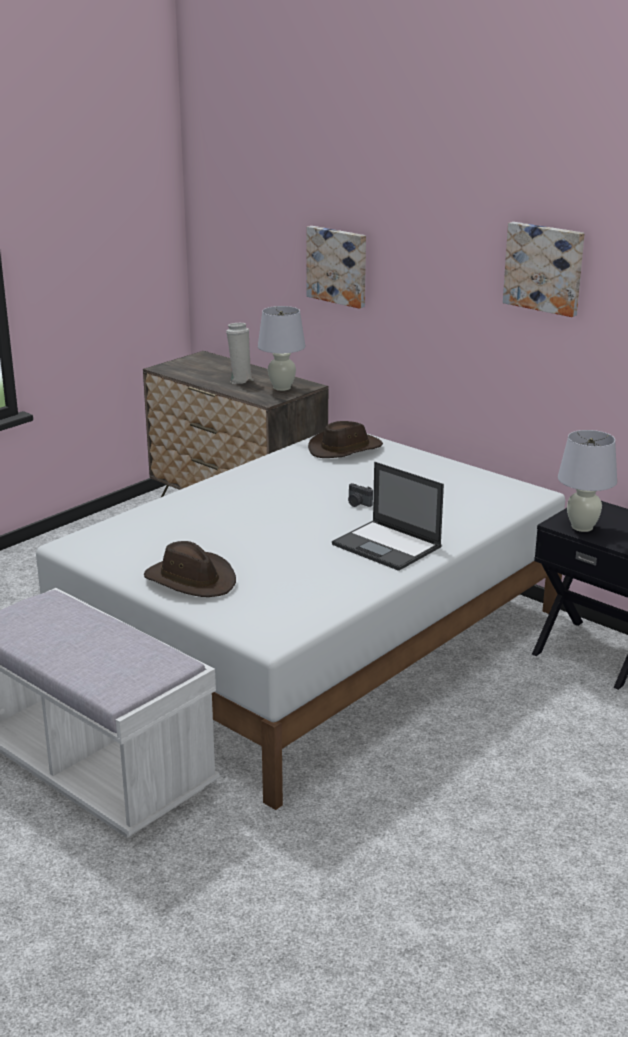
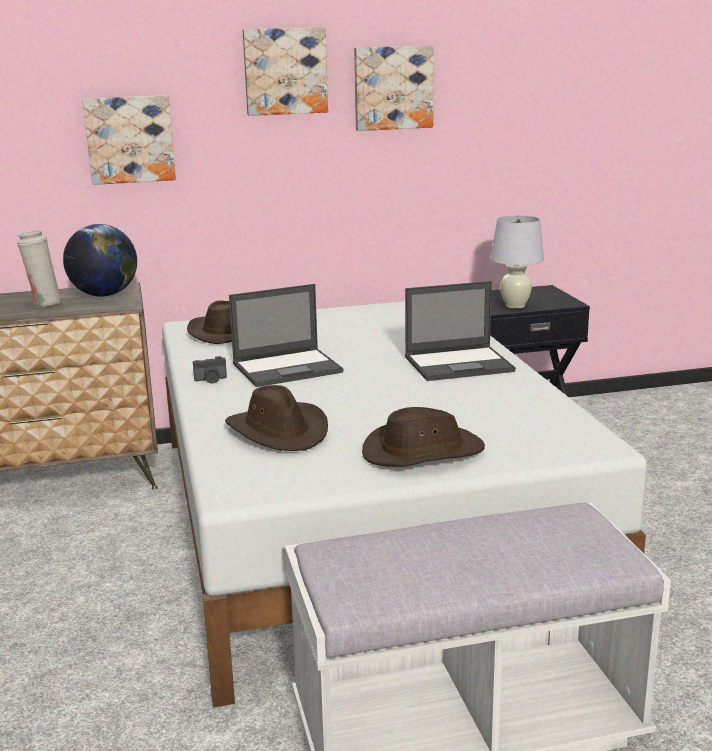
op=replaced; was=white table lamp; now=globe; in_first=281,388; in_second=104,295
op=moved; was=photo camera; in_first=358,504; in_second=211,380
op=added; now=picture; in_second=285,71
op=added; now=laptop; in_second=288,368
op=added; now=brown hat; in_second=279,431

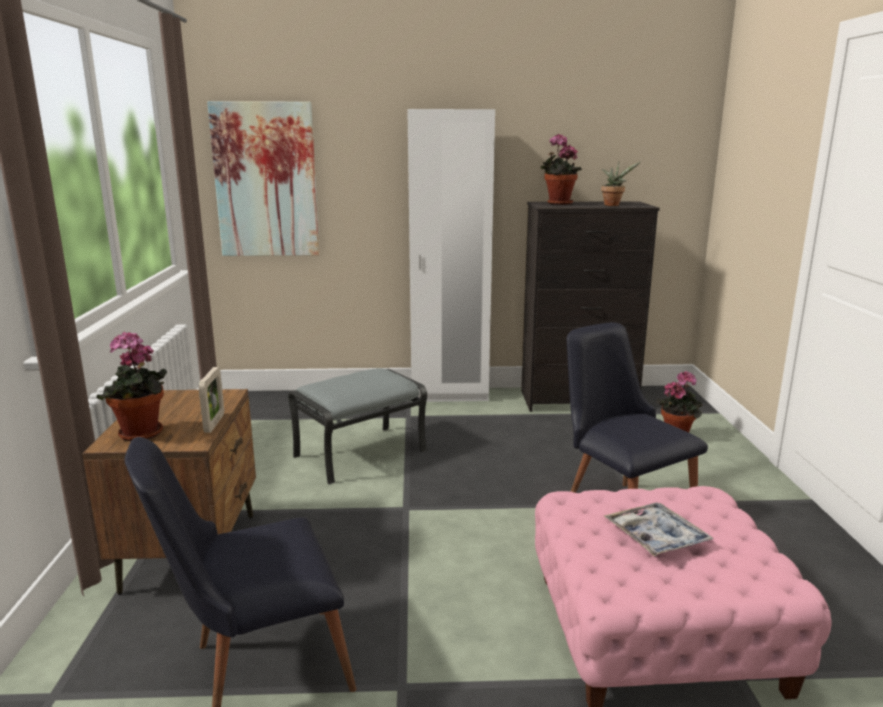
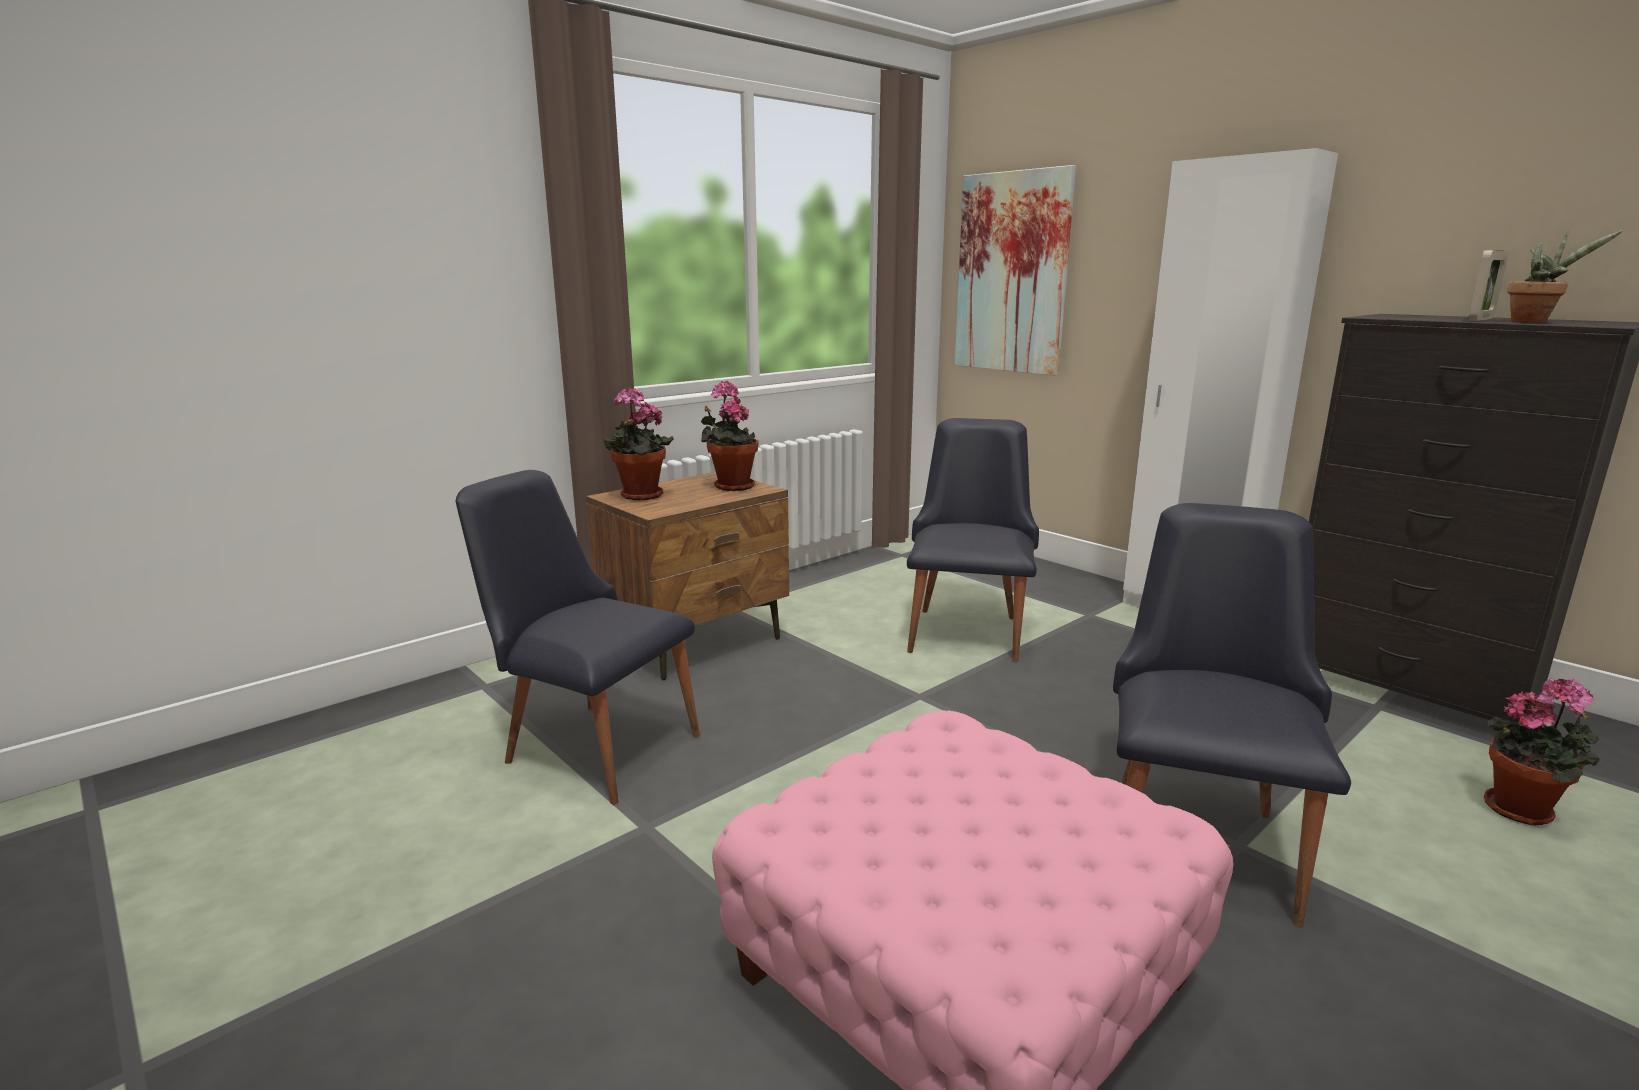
op=moved; was=potted plant; in_first=557,204; in_second=731,486
op=moved; was=picture frame; in_first=214,423; in_second=1480,319
op=replaced; was=grey ottoman; now=black chair; in_first=360,453; in_second=968,629
op=removed; was=tray; in_first=656,537

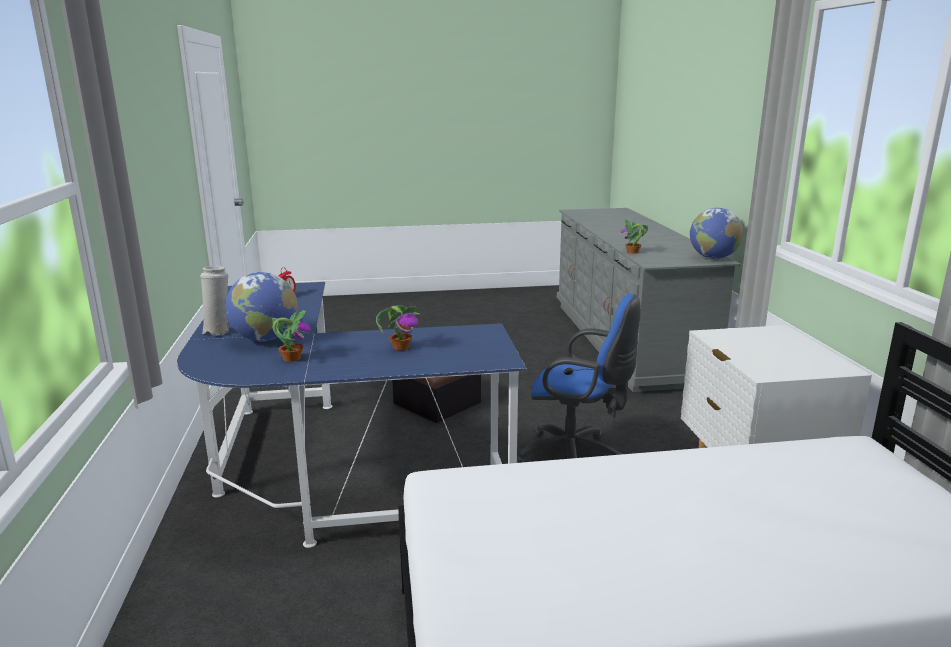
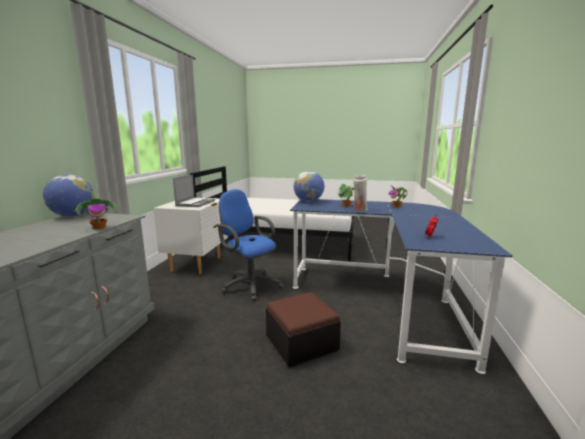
op=moved; was=white vase; in_first=218,331; in_second=359,209
op=moved; was=globe; in_first=265,339; in_second=308,201
op=added; now=laptop; in_second=195,203

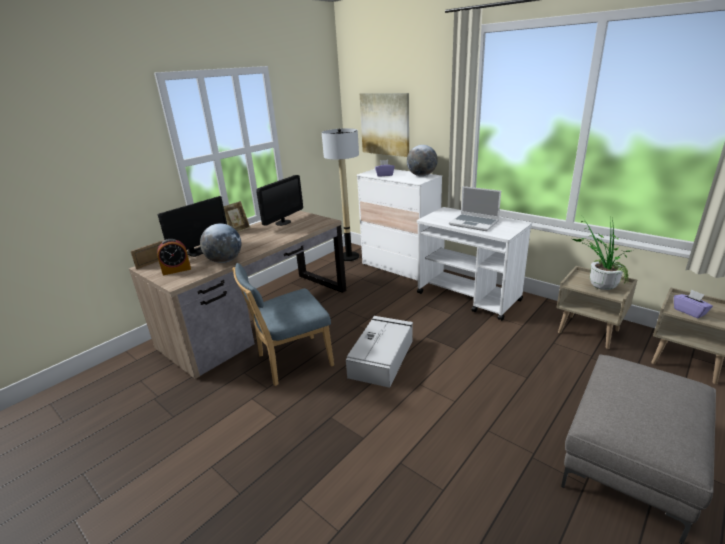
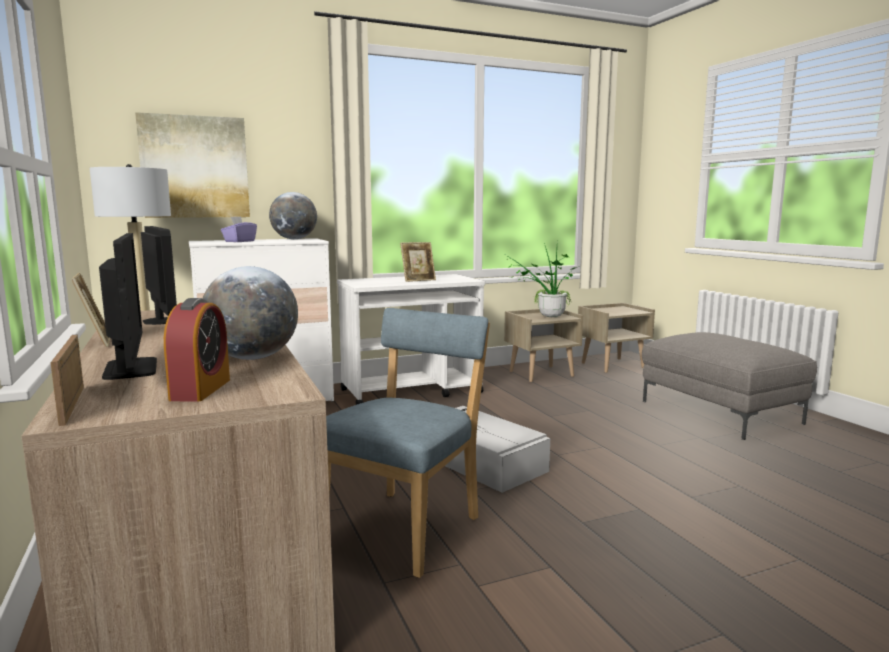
op=replaced; was=laptop; now=picture frame; in_first=474,223; in_second=418,280
op=turned; was=blue chair; in_first=291,361; in_second=407,527; clockwise=-150
op=removed; was=purple tissue box; in_first=689,312

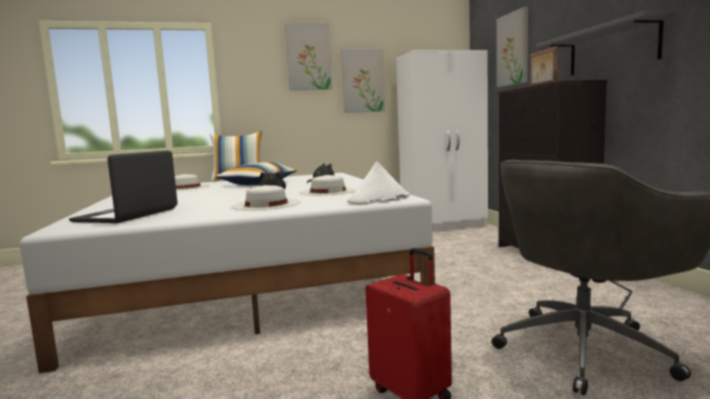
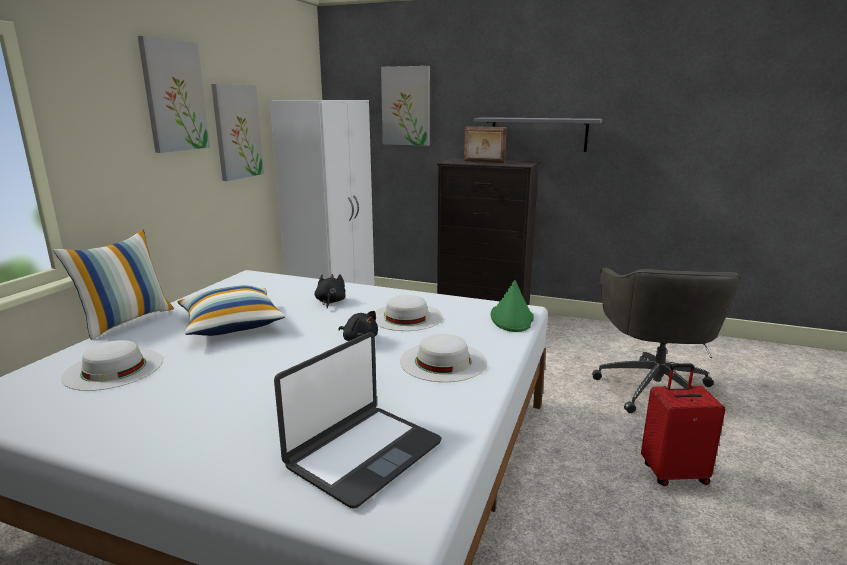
op=turned; was=laptop; in_first=128,215; in_second=363,454; clockwise=-105
op=recoloured; was=white hat; now=green hat; in_first=379,199; in_second=512,318

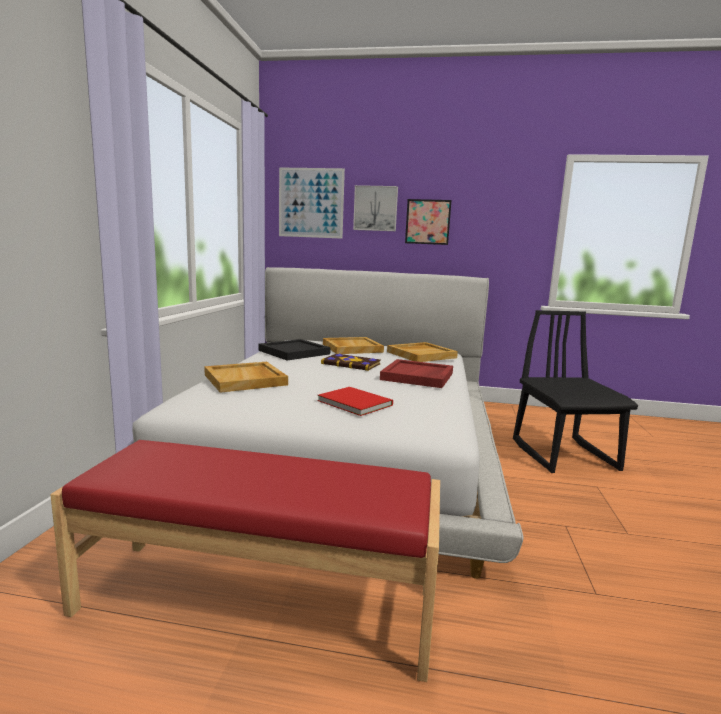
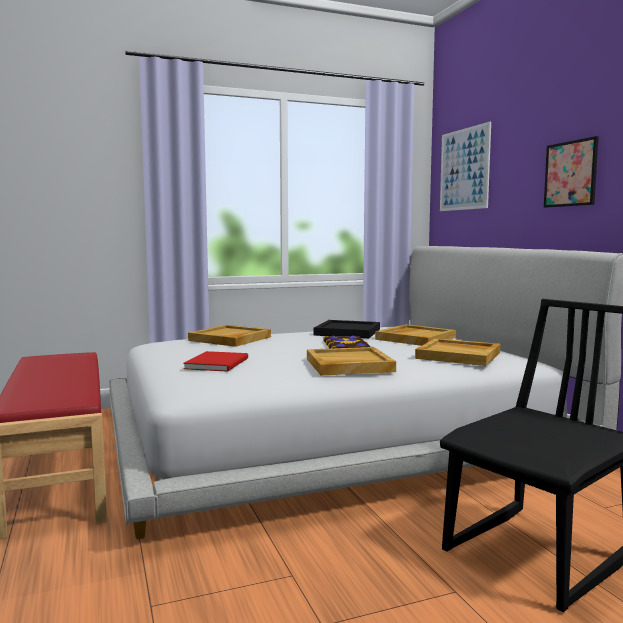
op=removed; was=picture; in_first=375,208
op=recoloured; was=red tray; now=beige tray; in_first=418,376; in_second=348,365

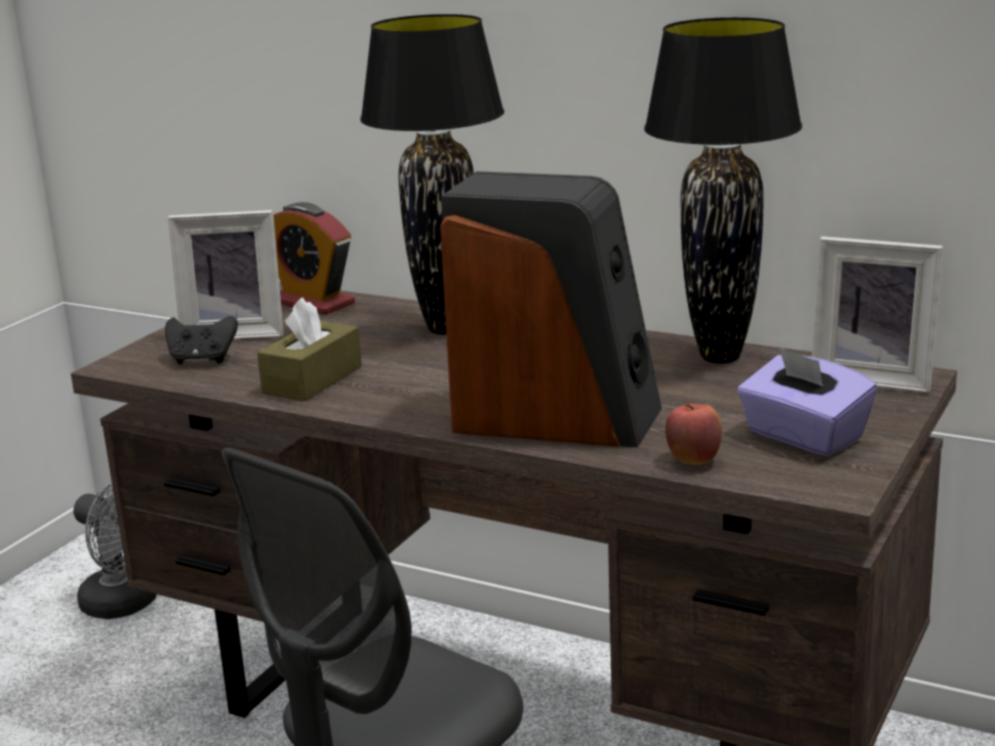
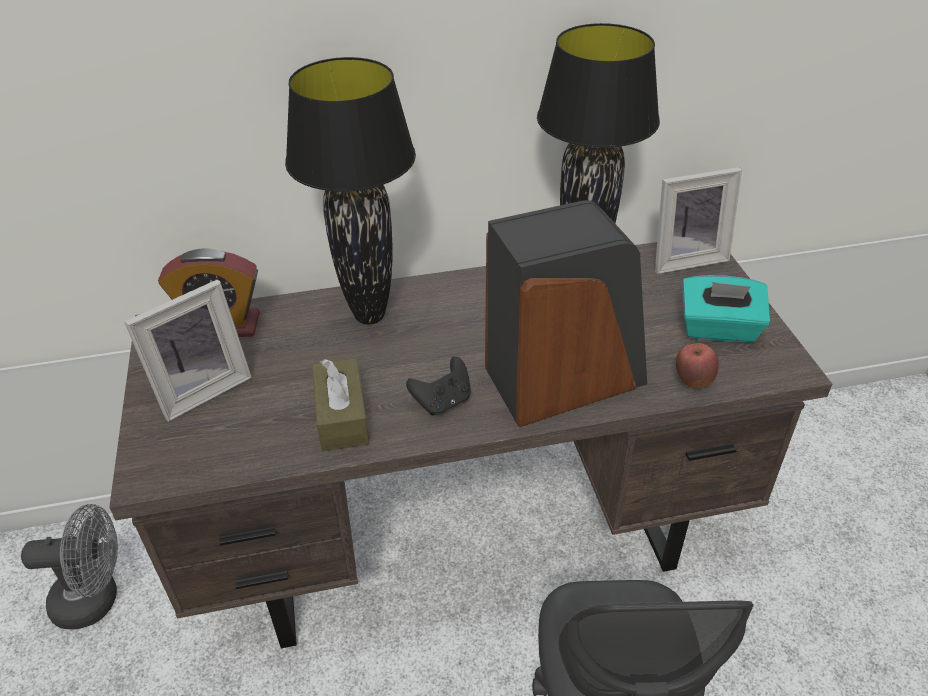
op=moved; was=black game controller; in_first=202,360; in_second=443,402
op=recoloured; was=purple tissue box; now=turquoise tissue box; in_first=803,437; in_second=718,329

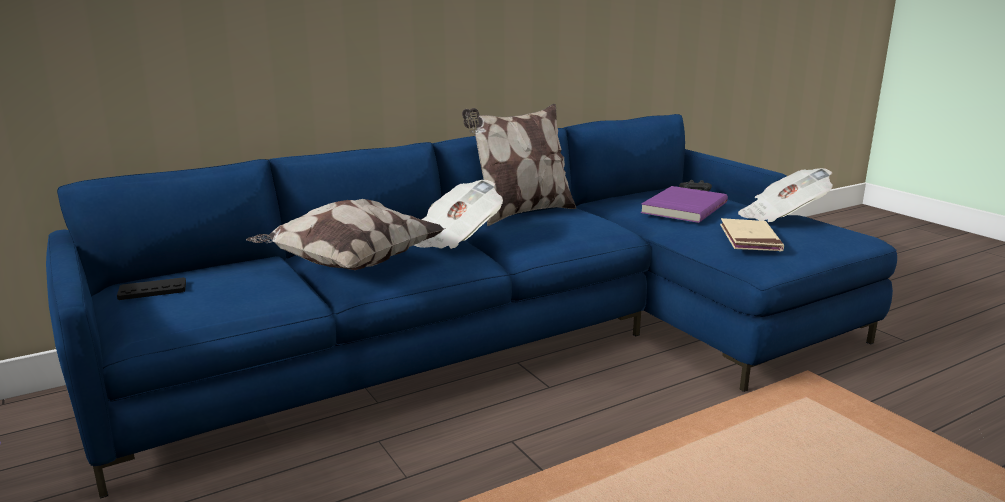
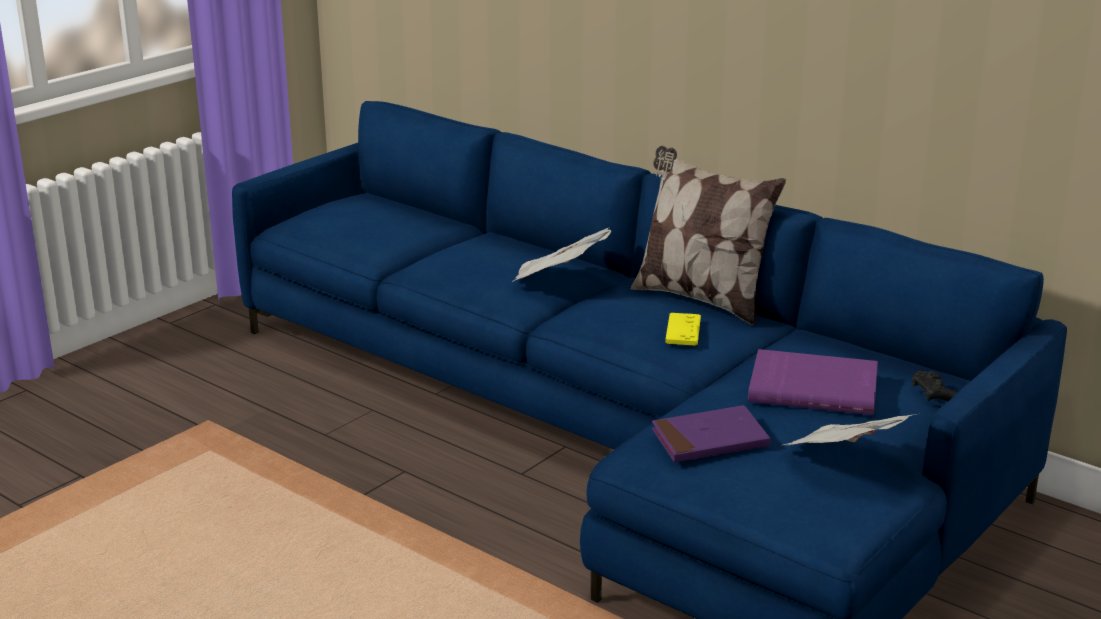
op=removed; was=pillow; in_first=349,265
op=recoloured; was=beige book; now=purple book; in_first=750,239; in_second=710,440
op=removed; was=black game controller; in_first=152,290
op=added; now=yellow game controller; in_second=683,330

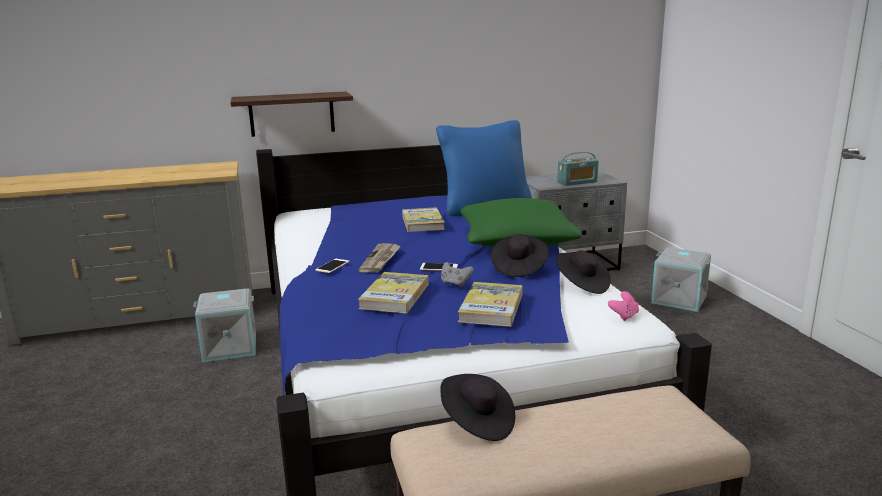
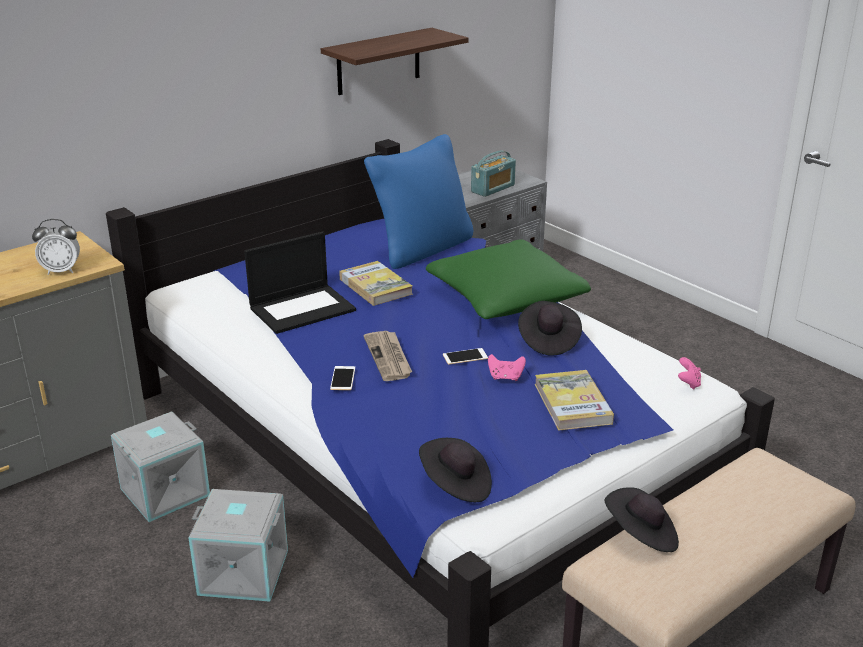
op=moved; was=shelf; in_first=292,114; in_second=378,61
op=moved; was=grey storage box; in_first=679,299; in_second=244,571
op=moved; was=black hat; in_first=582,285; in_second=456,485
op=recoloured; was=grey game controller; now=pink game controller; in_first=455,283; in_second=505,377
op=removed; was=book; in_first=395,296
op=added; now=alarm clock; in_second=61,271
op=added; now=laptop; in_second=303,308

